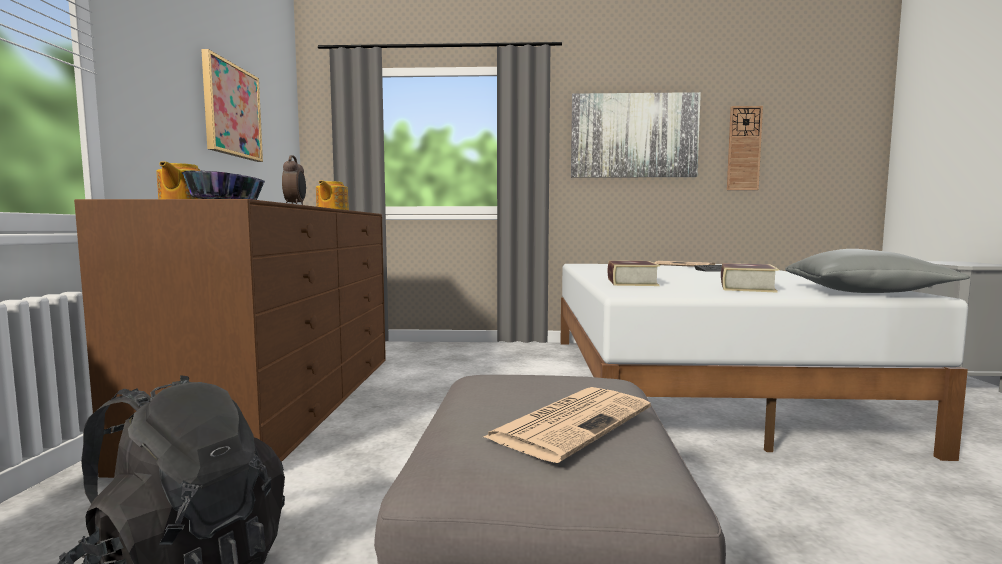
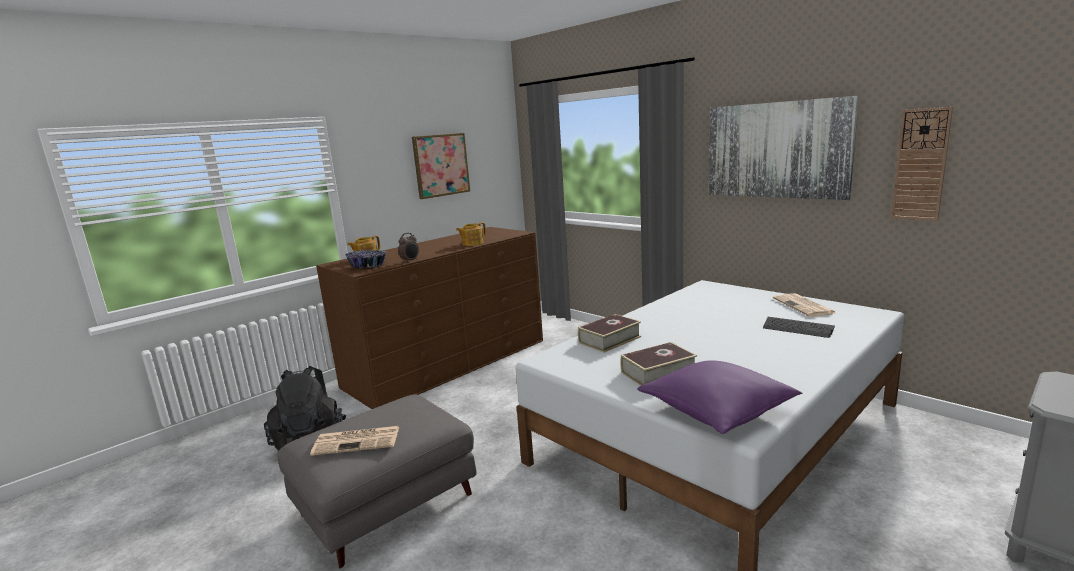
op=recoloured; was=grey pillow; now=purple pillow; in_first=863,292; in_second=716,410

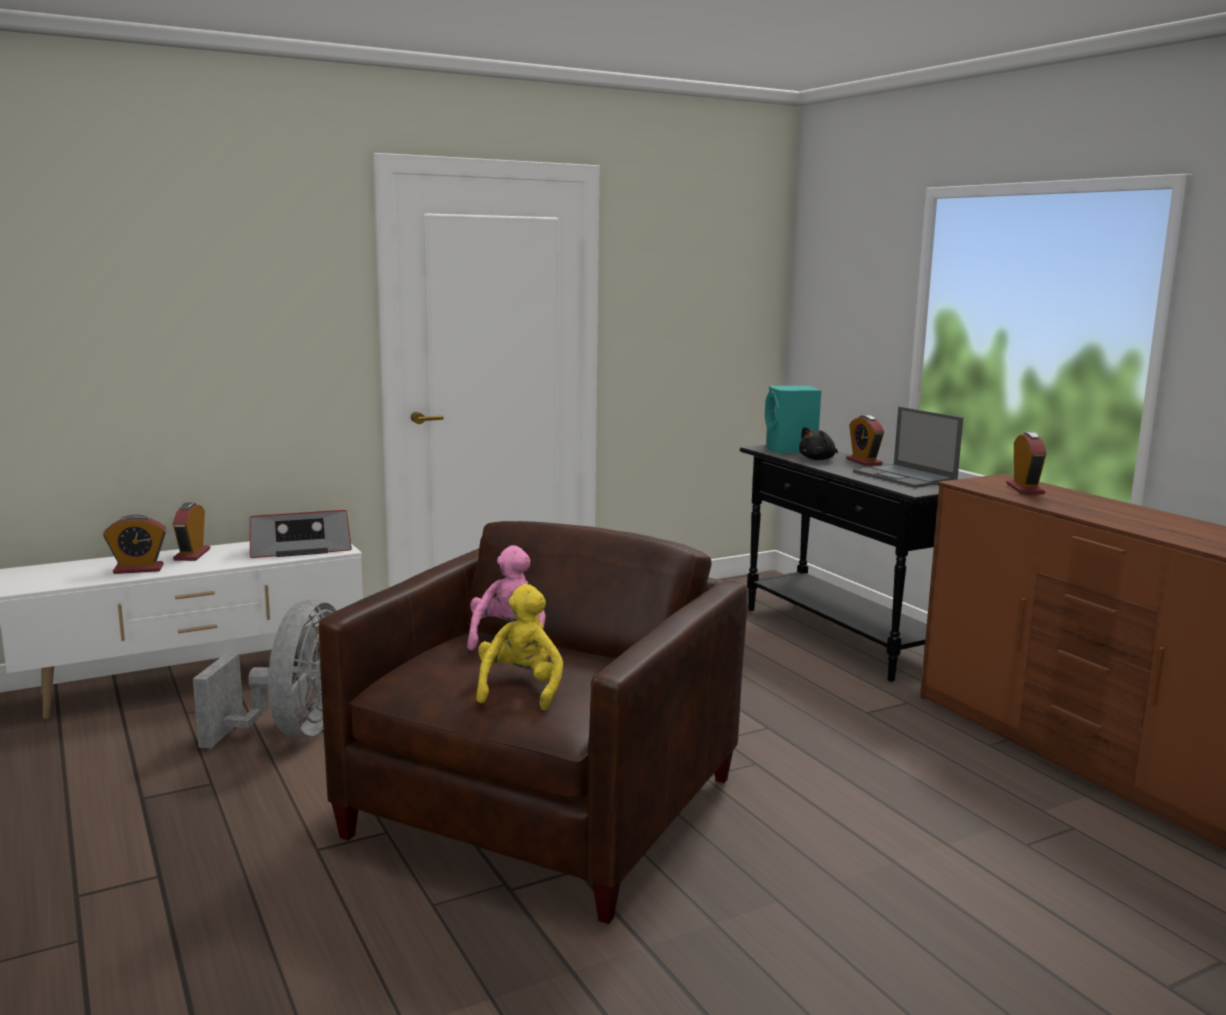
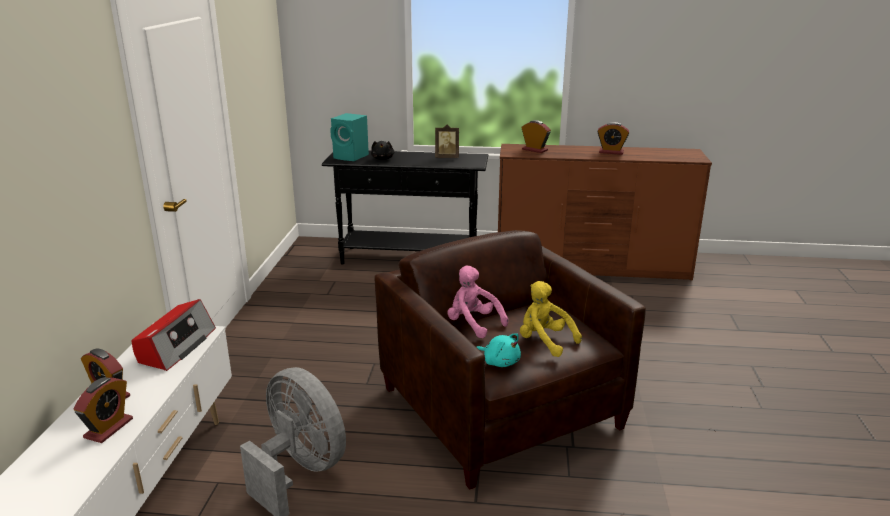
op=replaced; was=laptop; now=picture frame; in_first=905,477; in_second=447,157
op=moved; was=alarm clock; in_first=864,462; in_second=611,152
op=added; now=turquoise plush toy; in_second=500,362

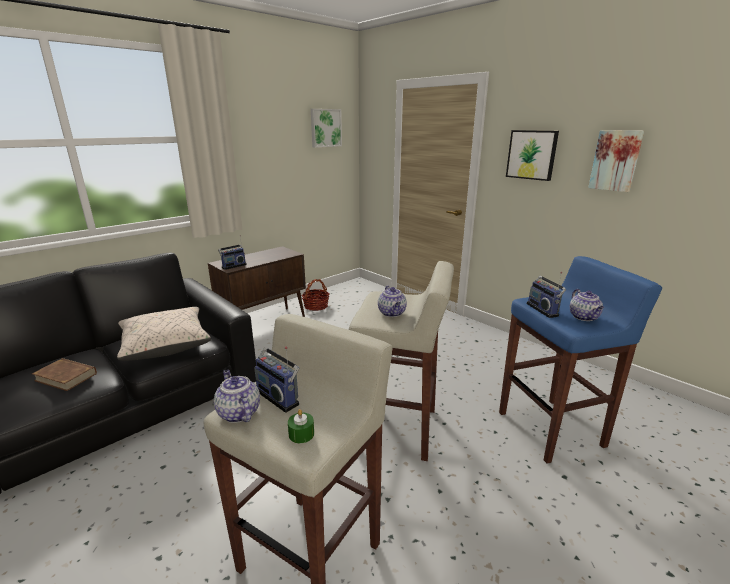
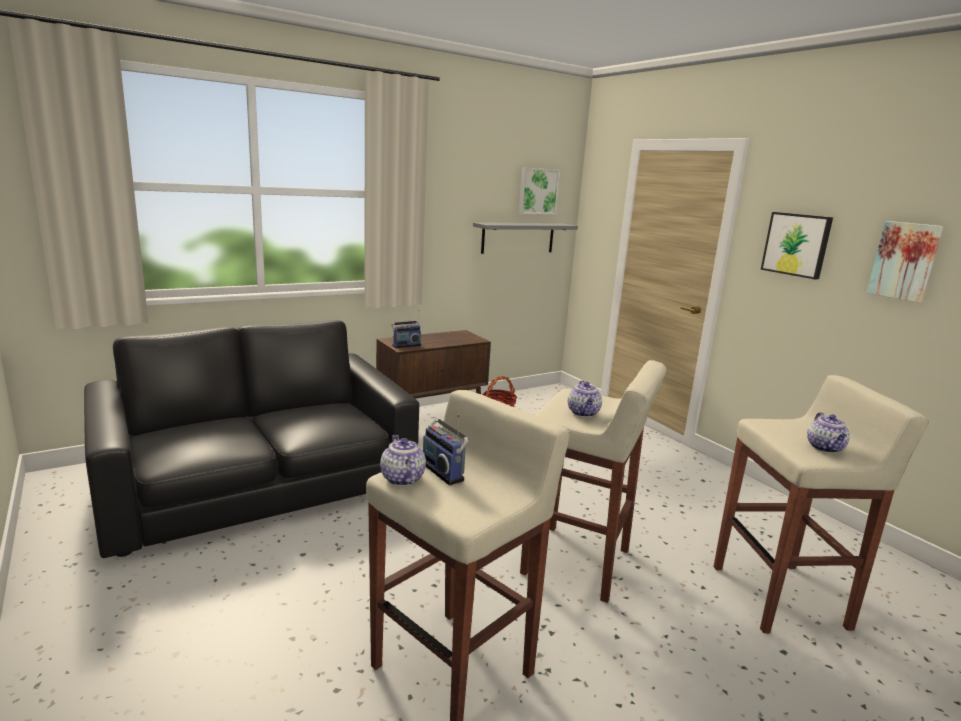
op=recoloured; was=blue stool; now=beige stool; in_first=551,429; in_second=781,597
op=removed; was=radio; in_first=543,309
op=removed; was=beige pillow; in_first=166,345
op=removed; was=brown book; in_first=66,377
op=removed; was=green candle; in_first=301,434
op=added; now=grey shelf; in_second=518,237

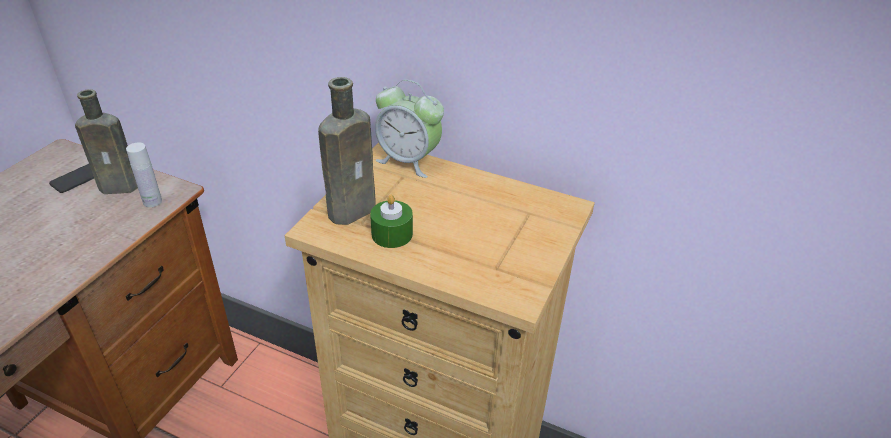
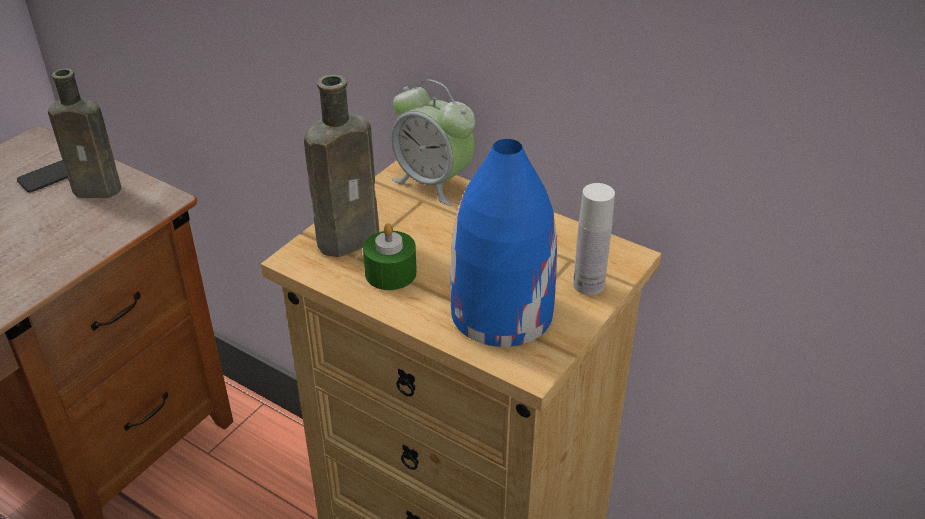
op=moved; was=white bottle; in_first=152,201; in_second=588,285
op=added; now=blue vase; in_second=500,313

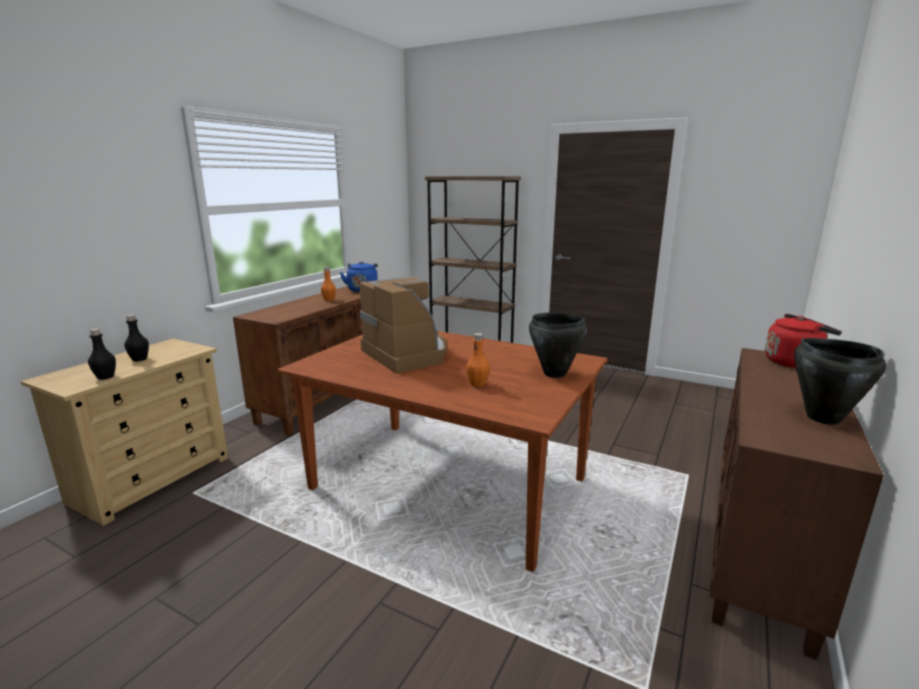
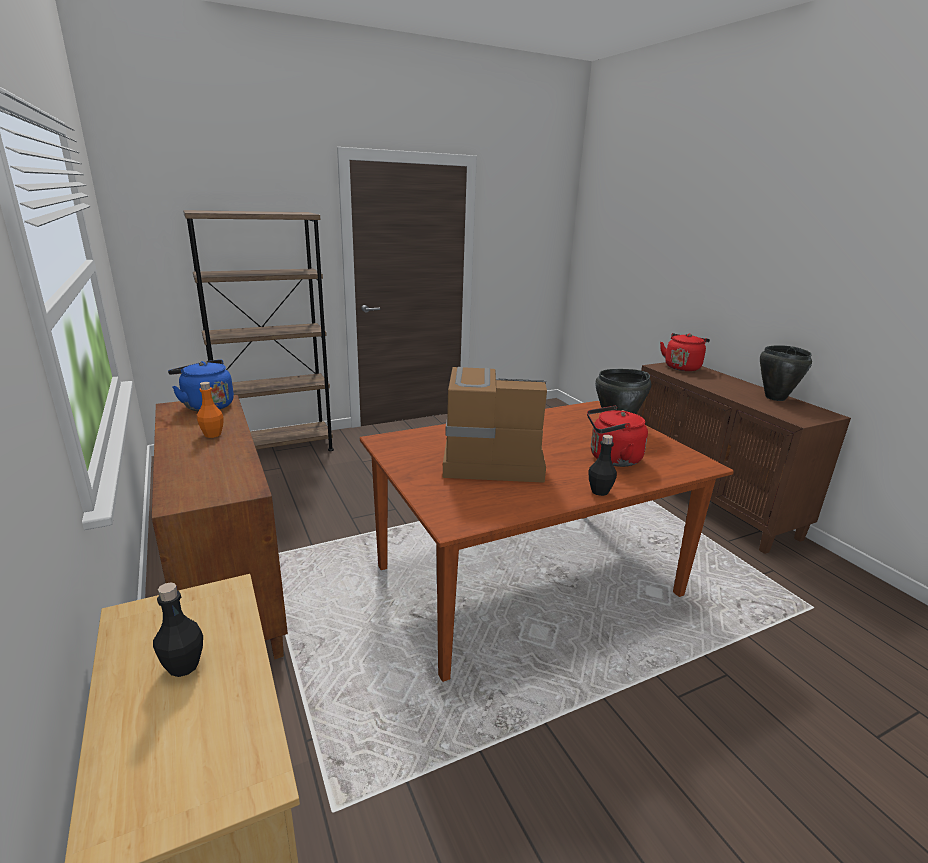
op=moved; was=black bottle; in_first=105,377; in_second=599,491
op=replaced; was=orange bottle; now=red kettle; in_first=477,384; in_second=611,459

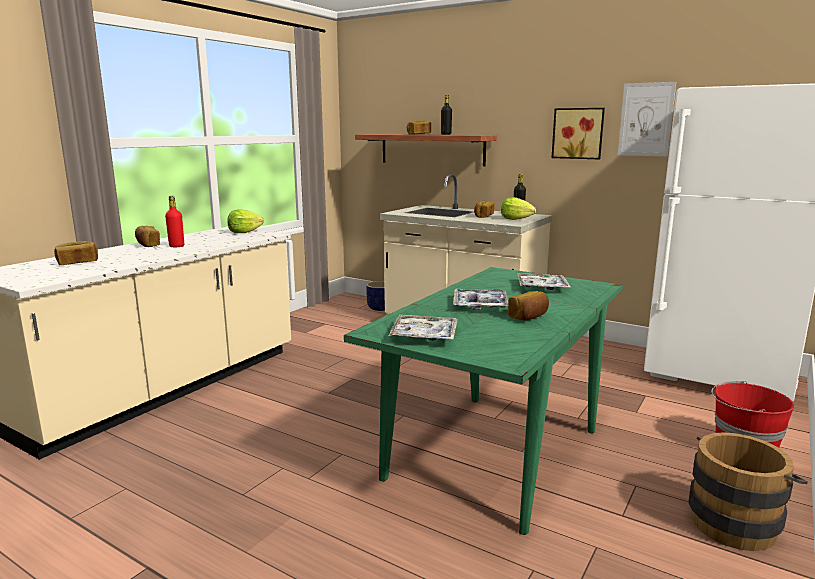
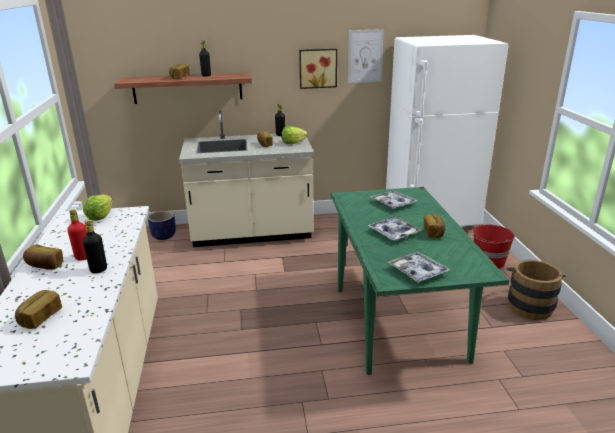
op=added; now=black bottle; in_second=98,269

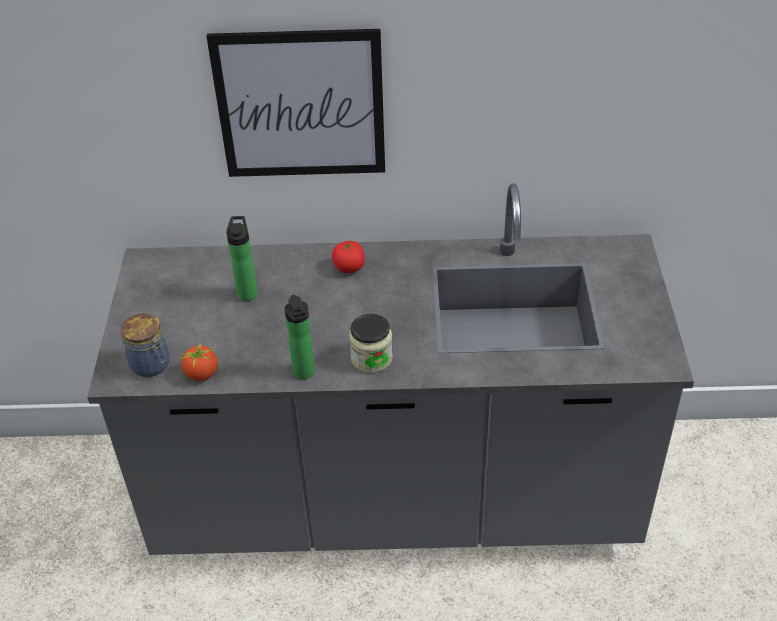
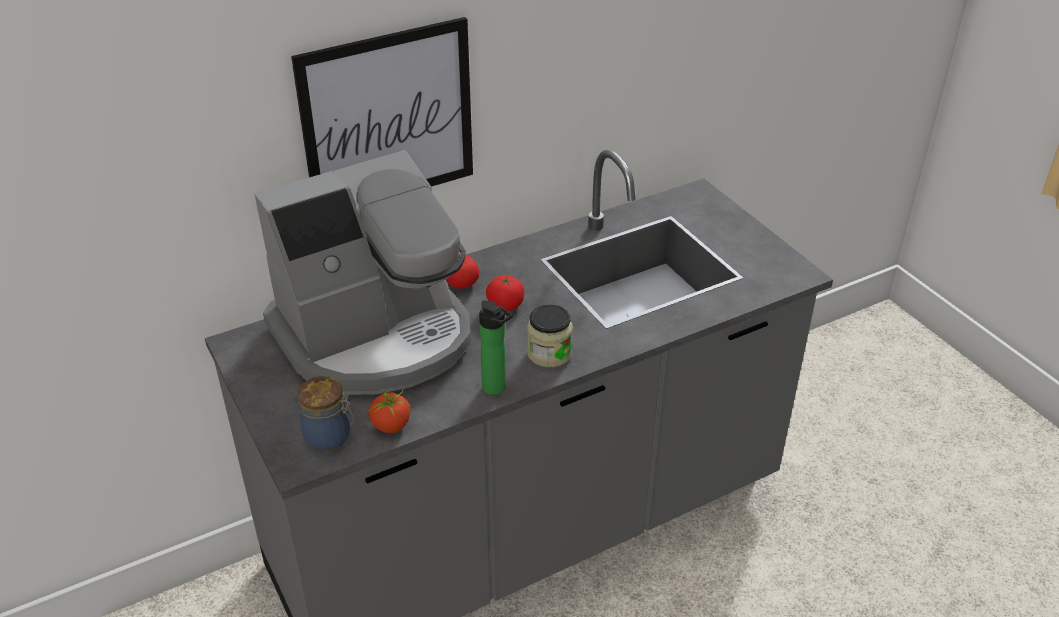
op=replaced; was=bottle; now=coffee machine; in_first=247,292; in_second=376,336
op=added; now=tomato; in_second=505,305

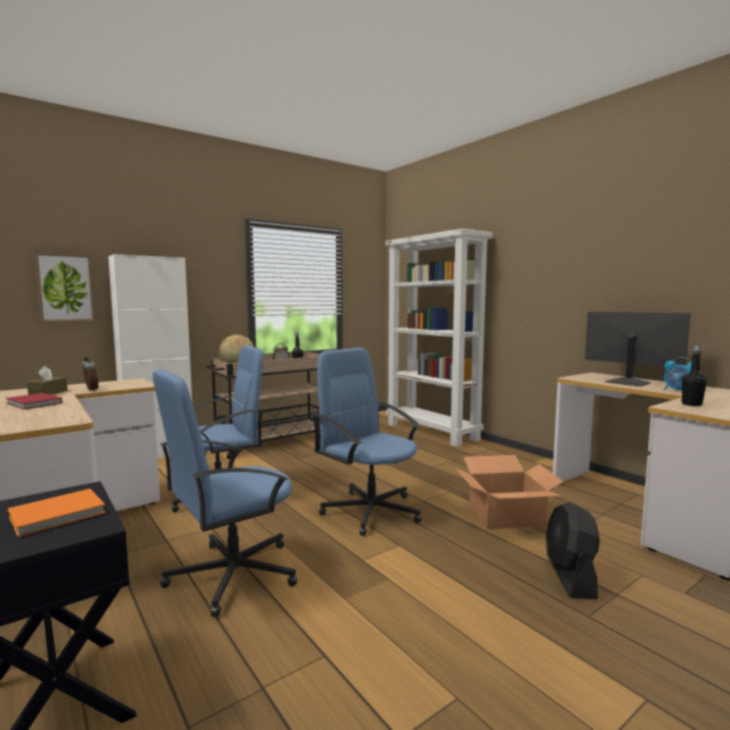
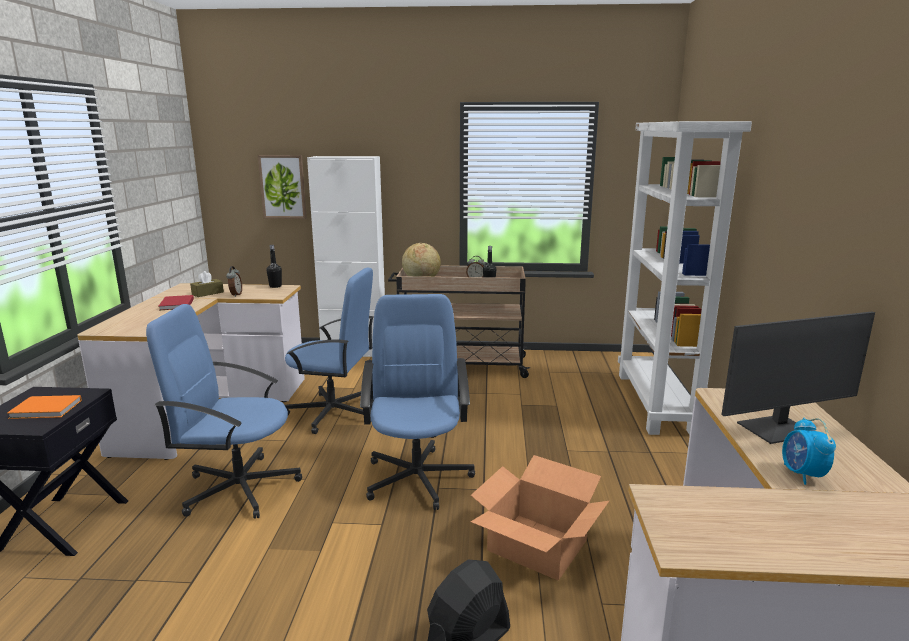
op=turned; was=monitor; in_first=627,382; in_second=778,430; clockwise=75
op=moved; was=black bottle; in_first=691,404; in_second=275,286

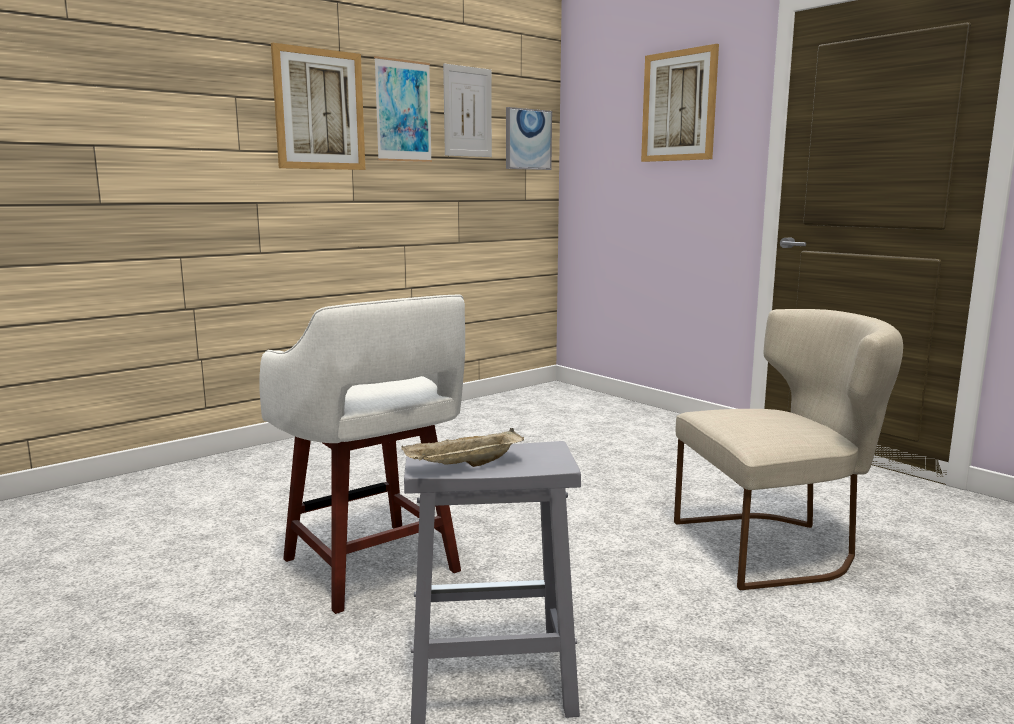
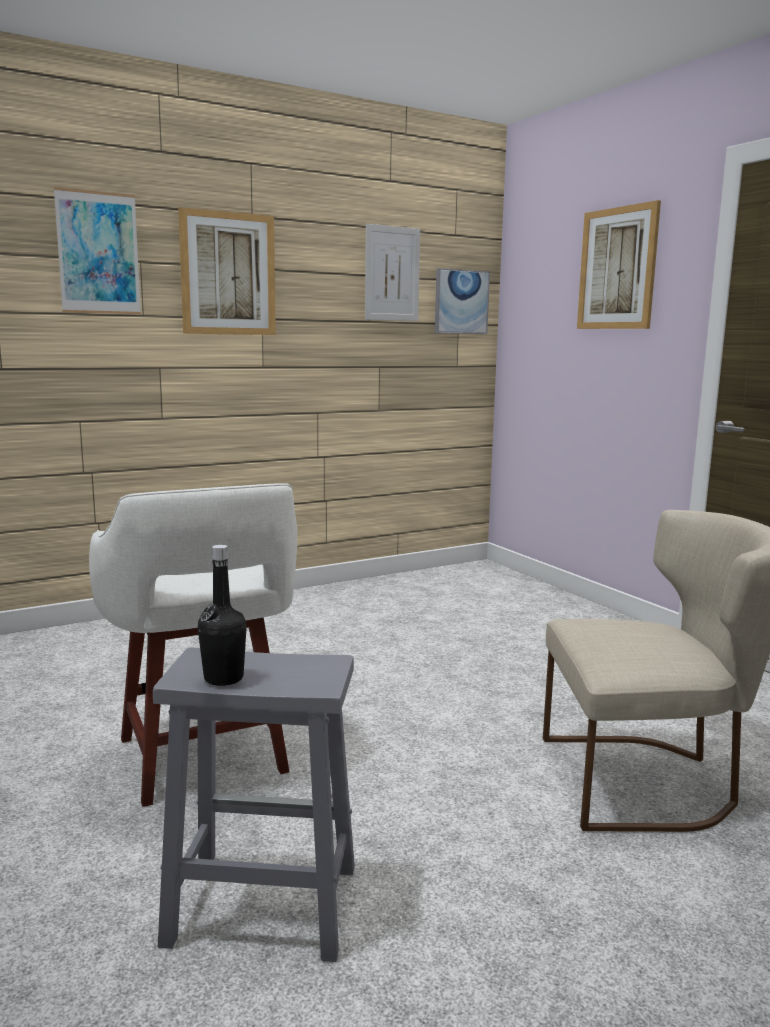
op=moved; was=picture; in_first=403,111; in_second=98,253
op=replaced; was=beige tray; now=black bottle; in_first=464,466; in_second=223,678

